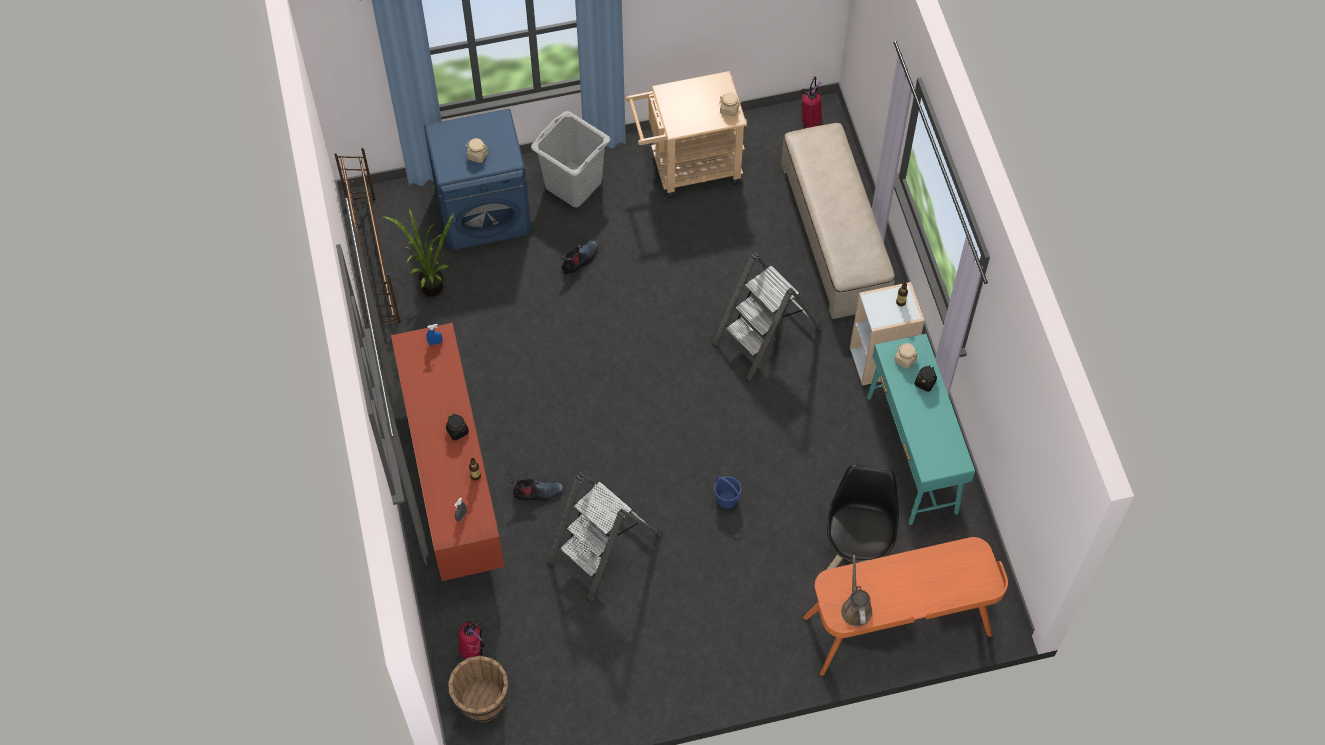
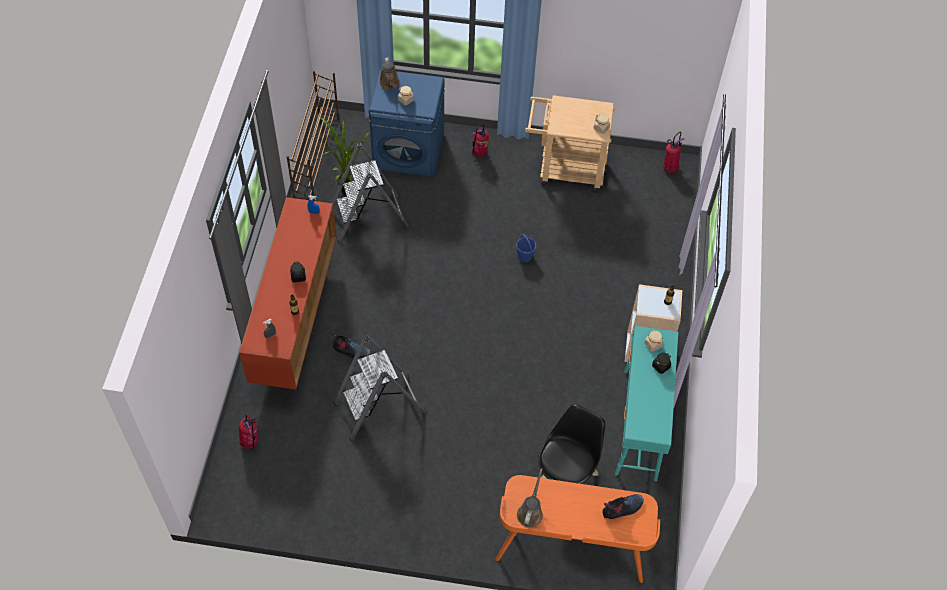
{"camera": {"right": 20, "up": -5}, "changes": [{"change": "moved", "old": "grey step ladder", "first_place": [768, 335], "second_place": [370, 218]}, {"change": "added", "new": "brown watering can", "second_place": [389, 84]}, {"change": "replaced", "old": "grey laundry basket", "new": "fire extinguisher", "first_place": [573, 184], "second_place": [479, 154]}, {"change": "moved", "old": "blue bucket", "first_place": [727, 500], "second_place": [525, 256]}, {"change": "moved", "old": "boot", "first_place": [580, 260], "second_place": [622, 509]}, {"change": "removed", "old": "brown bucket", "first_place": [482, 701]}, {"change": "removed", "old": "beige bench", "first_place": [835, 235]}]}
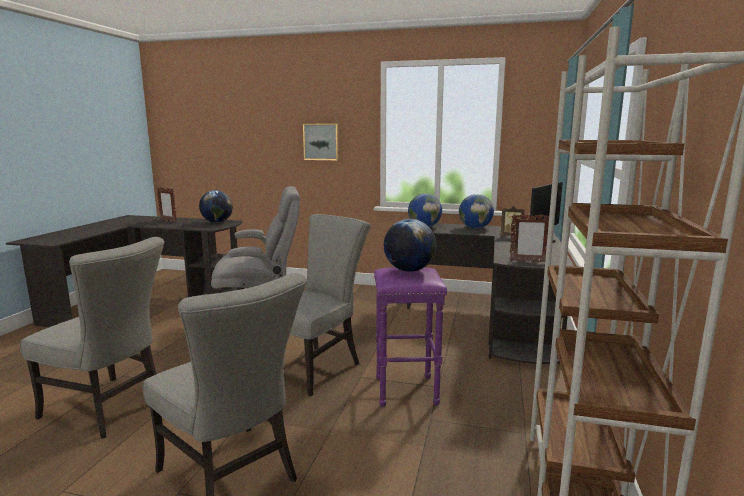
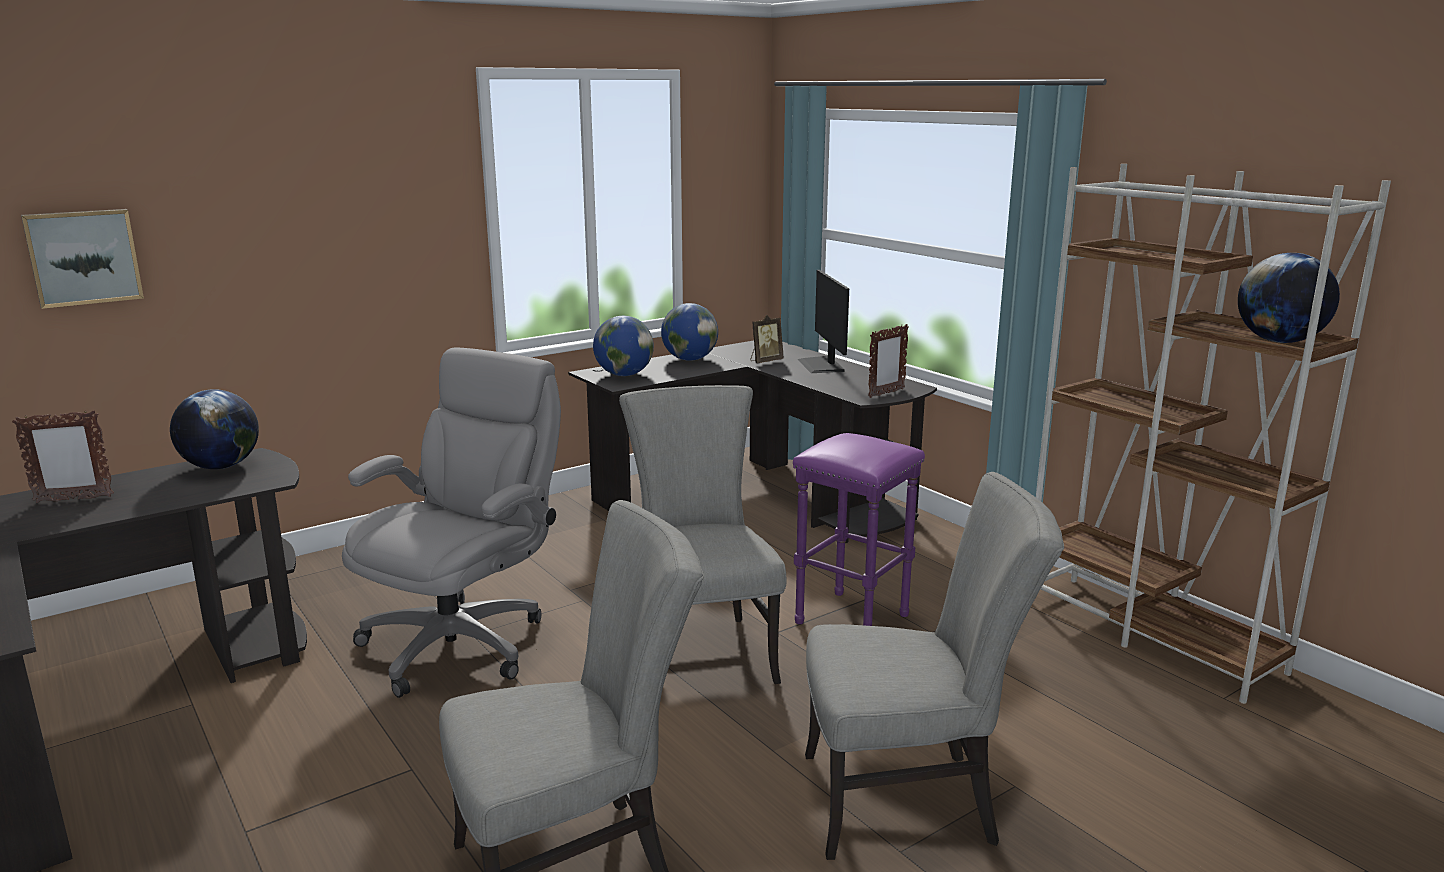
{"camera": {"right": -50, "up": 5}, "changes": [{"change": "moved", "old": "picture", "first_place": [321, 141], "second_place": [83, 257]}, {"change": "moved", "old": "globe", "first_place": [409, 270], "second_place": [1280, 341]}]}
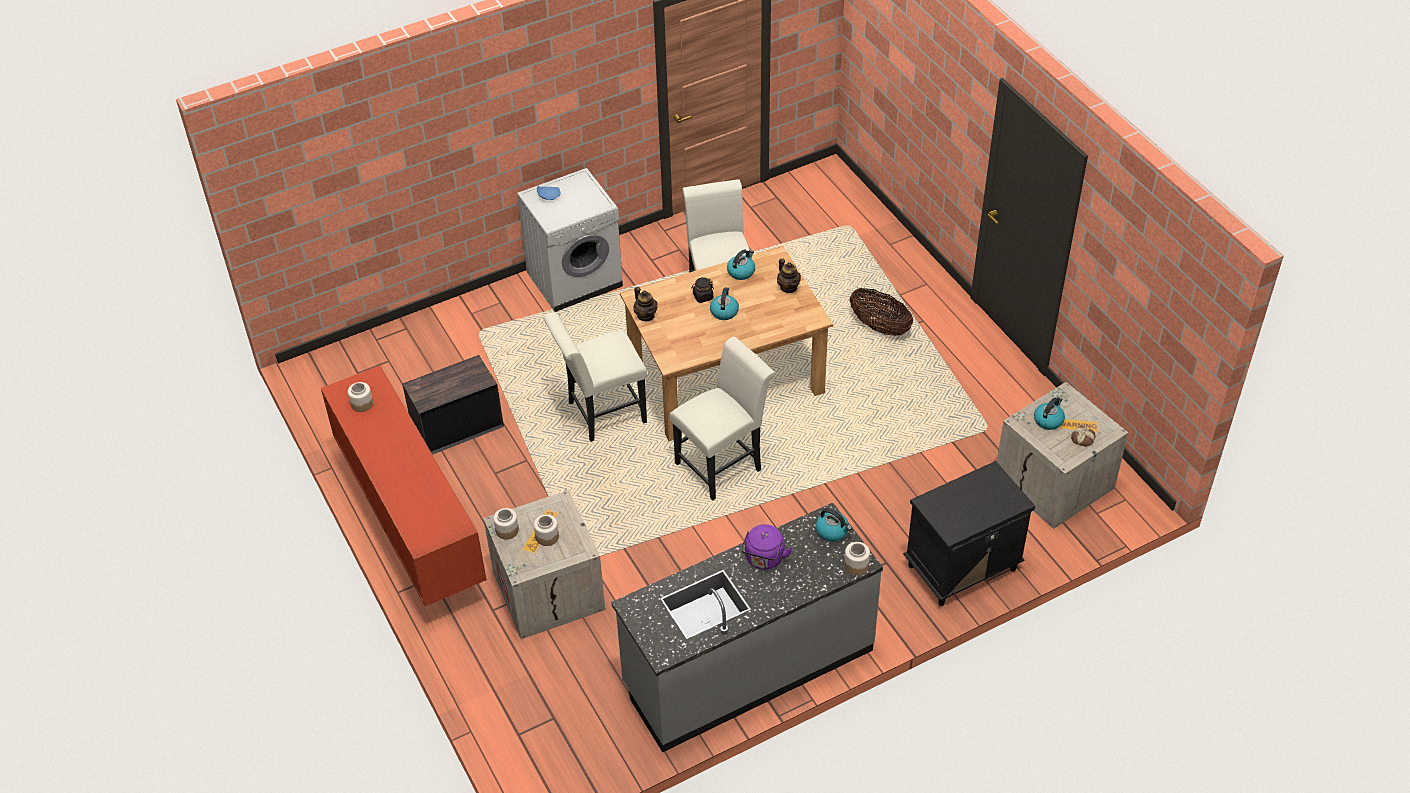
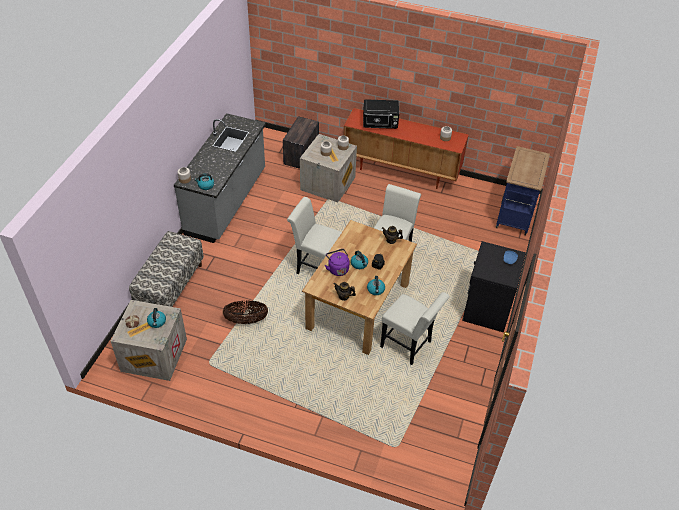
{"camera": {"right": 135, "up": 0}, "changes": [{"change": "replaced", "old": "black nightstand", "new": "bench", "first_place": [961, 568], "second_place": [170, 287]}, {"change": "moved", "old": "basket", "first_place": [879, 327], "second_place": [246, 320]}, {"change": "moved", "old": "crate", "first_place": [458, 425], "second_place": [301, 155]}, {"change": "turned", "old": "white chair", "first_place": [723, 464], "second_place": [316, 267], "degrees": 105}, {"change": "moved", "old": "purple kettle", "first_place": [764, 559], "second_place": [337, 269]}, {"change": "added", "new": "black microwave", "second_place": [380, 123]}, {"change": "recoloured", "old": "white washing machine", "new": "black washing machine", "first_place": [576, 281], "second_place": [486, 308]}, {"change": "added", "new": "blue cart", "second_place": [515, 214]}]}
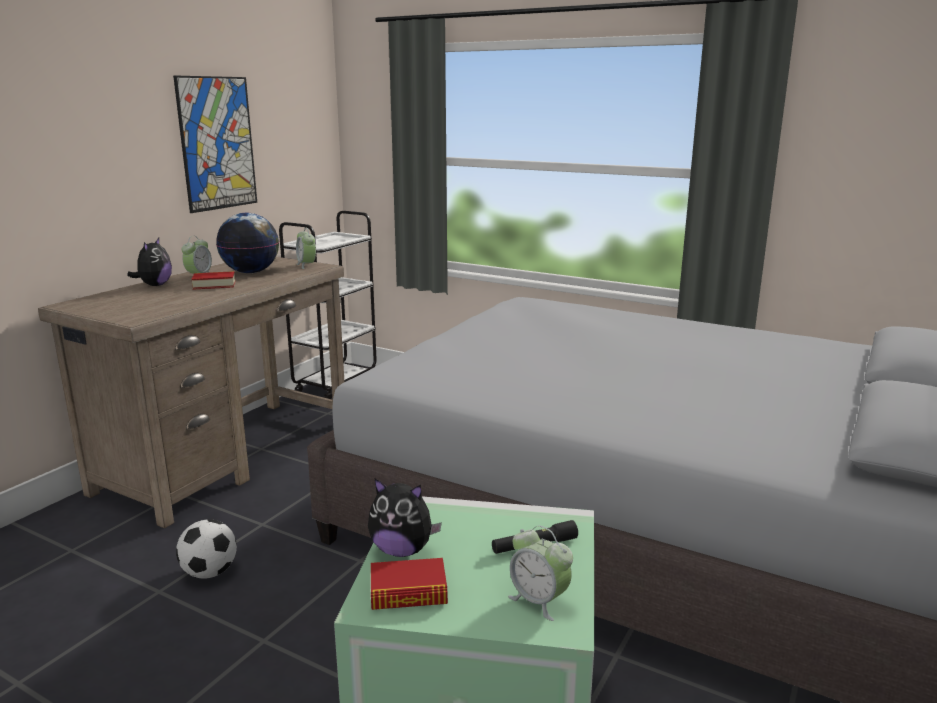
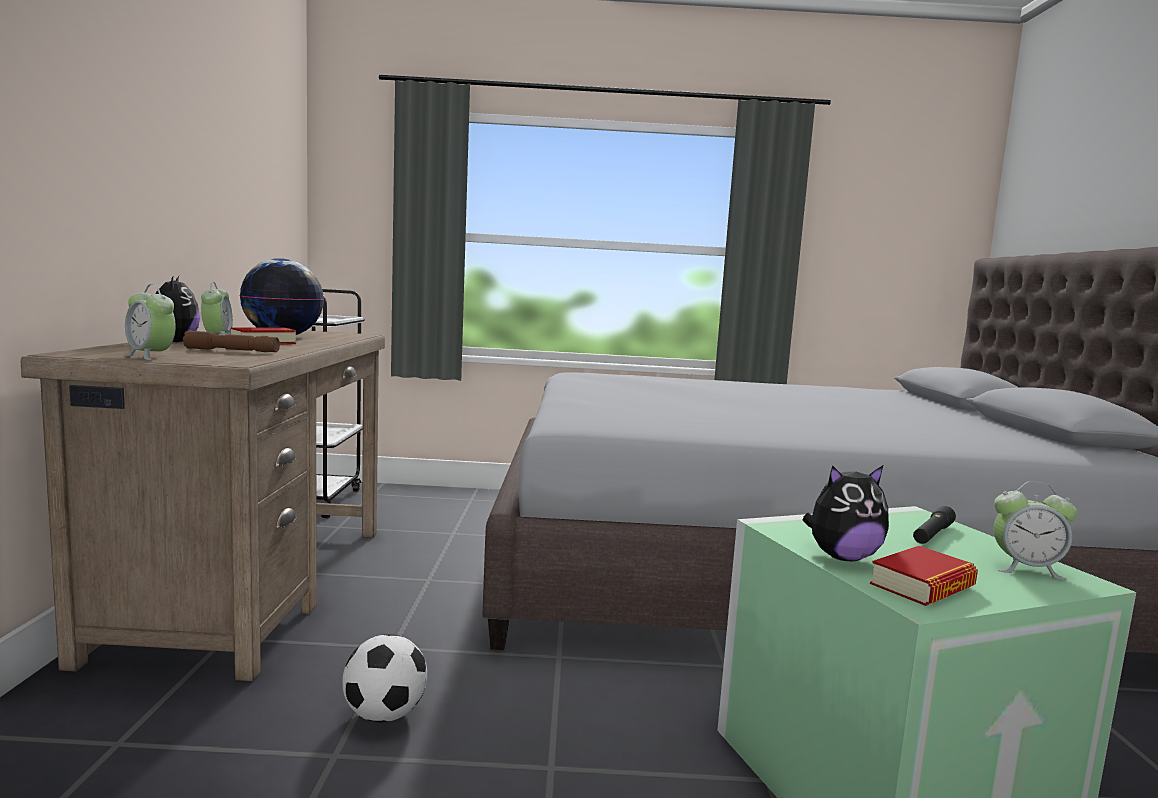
{"camera": {"right": -30, "up": -10}, "changes": [{"change": "moved", "old": "alarm clock", "first_place": [306, 265], "second_place": [151, 356]}, {"change": "added", "new": "brown flashlight", "second_place": [232, 351]}, {"change": "removed", "old": "picture", "first_place": [217, 143]}]}
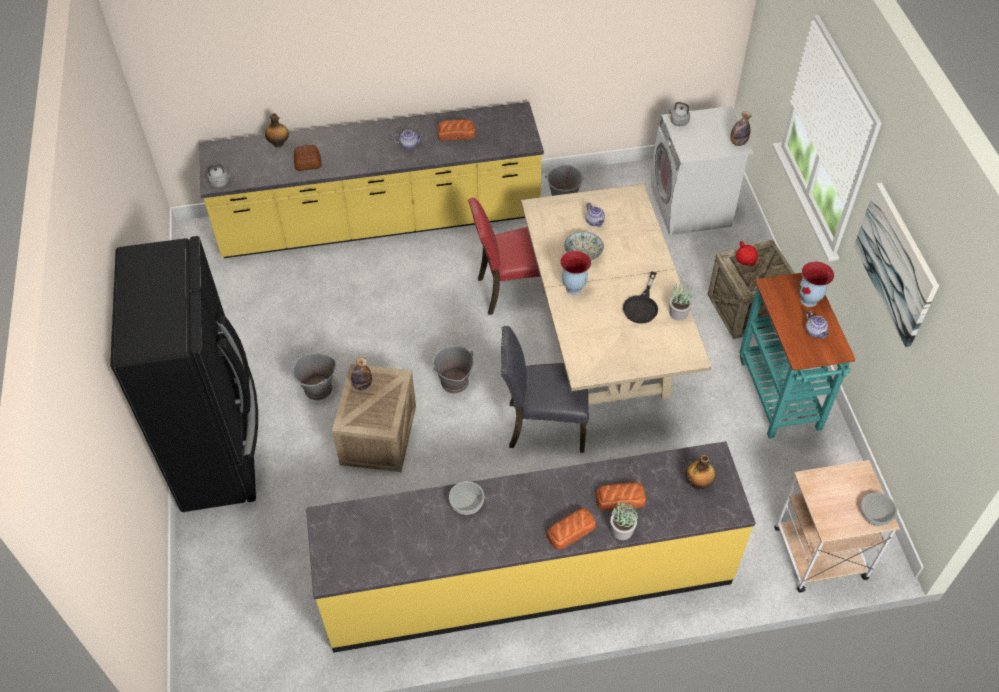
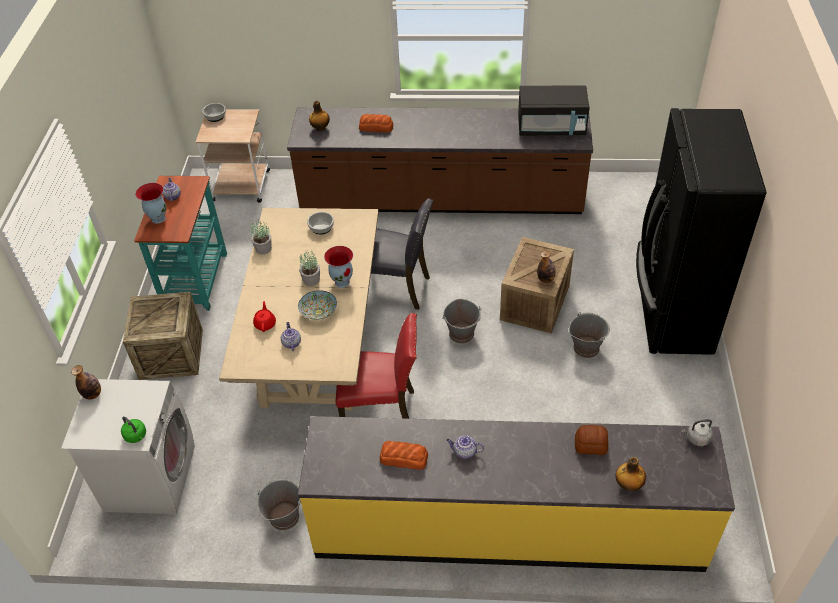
{"camera": {"right": -165, "up": -5}, "changes": [{"change": "recoloured", "old": "grey kettle", "new": "green kettle", "first_place": [678, 121], "second_place": [136, 436]}, {"change": "moved", "old": "red teapot", "first_place": [746, 260], "second_place": [265, 324]}, {"change": "recoloured", "old": "yellow counter", "new": "brown counter", "first_place": [527, 577], "second_place": [441, 200]}, {"change": "moved", "old": "potted plant", "first_place": [621, 530], "second_place": [311, 279]}, {"change": "moved", "old": "bowl", "first_place": [466, 503], "second_place": [321, 227]}, {"change": "added", "new": "black microwave", "second_place": [551, 128]}, {"change": "removed", "old": "bread", "first_place": [570, 531]}, {"change": "removed", "old": "black frying pan", "first_place": [642, 305]}, {"change": "removed", "old": "picture", "first_place": [896, 264]}]}
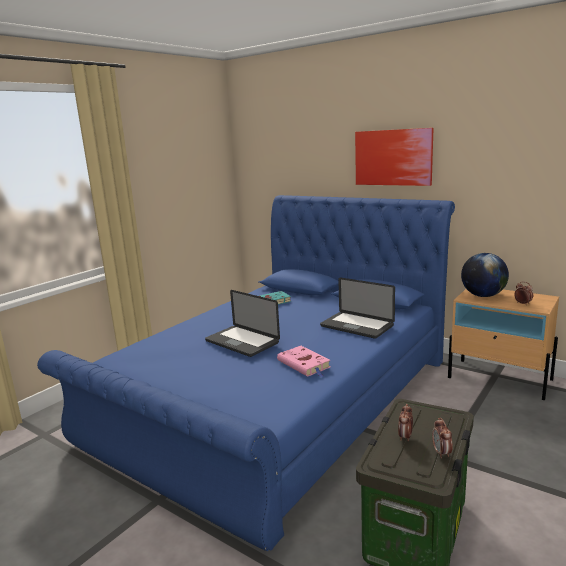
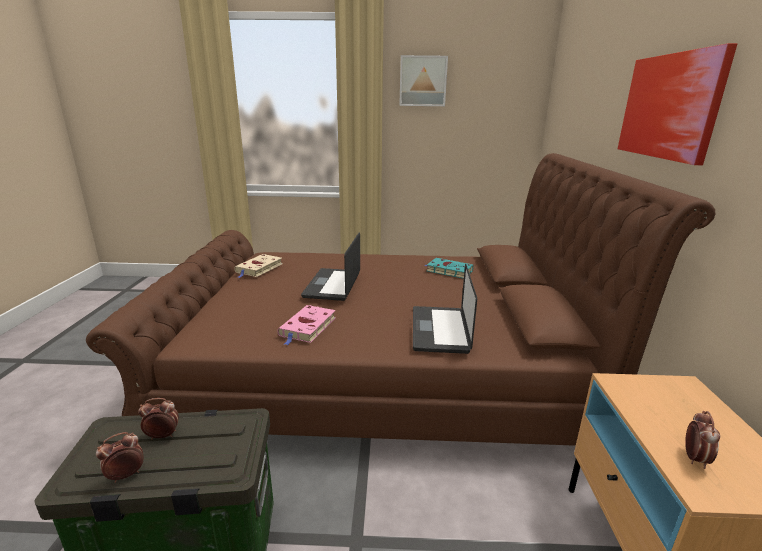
{"camera": {"right": 55, "up": 5}, "changes": [{"change": "recoloured", "old": "blue bed", "new": "brown bed", "first_place": [279, 398], "second_place": [378, 365]}, {"change": "added", "new": "beige book", "second_place": [258, 268]}, {"change": "added", "new": "picture", "second_place": [422, 81]}, {"change": "removed", "old": "globe", "first_place": [483, 296]}]}
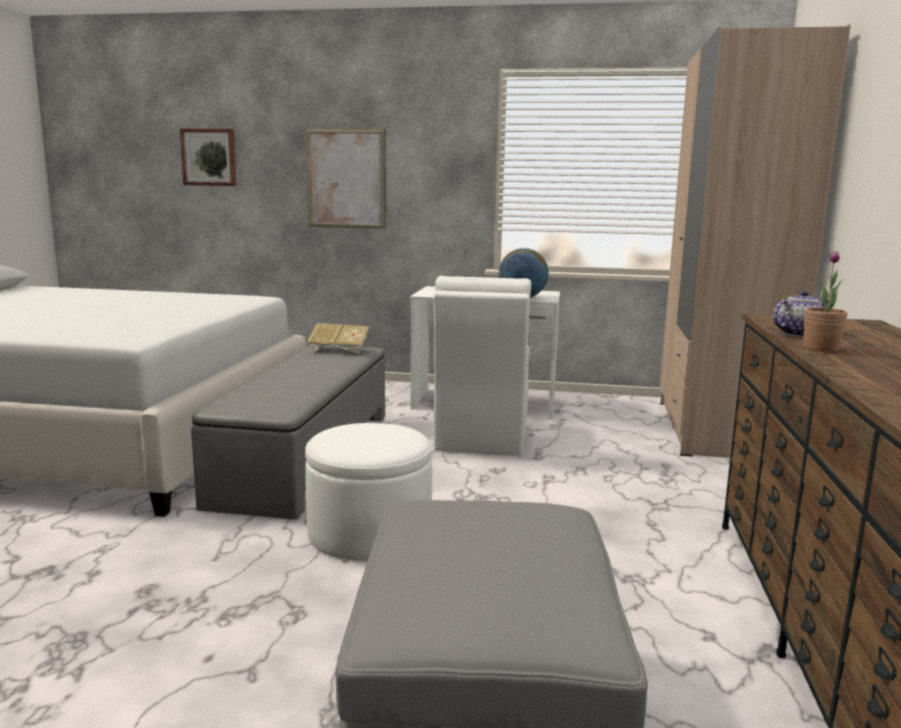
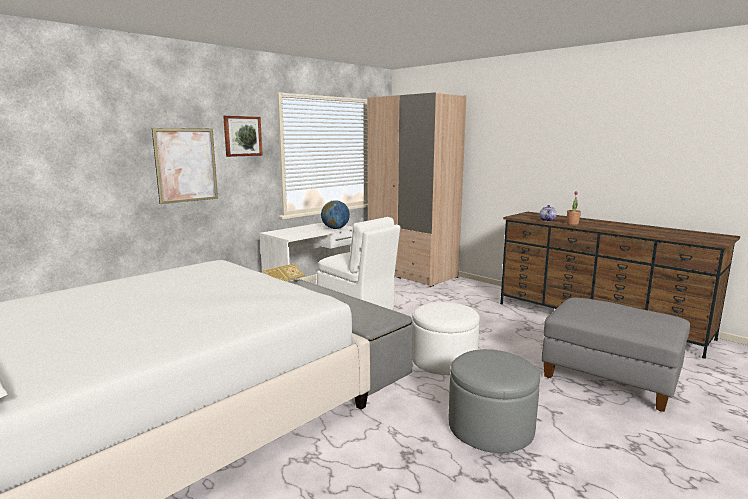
{"camera": {"right": -55, "up": 0}, "changes": [{"change": "moved", "old": "picture", "first_place": [209, 157], "second_place": [242, 136]}, {"change": "added", "new": "grey ottoman", "second_place": [490, 427]}]}
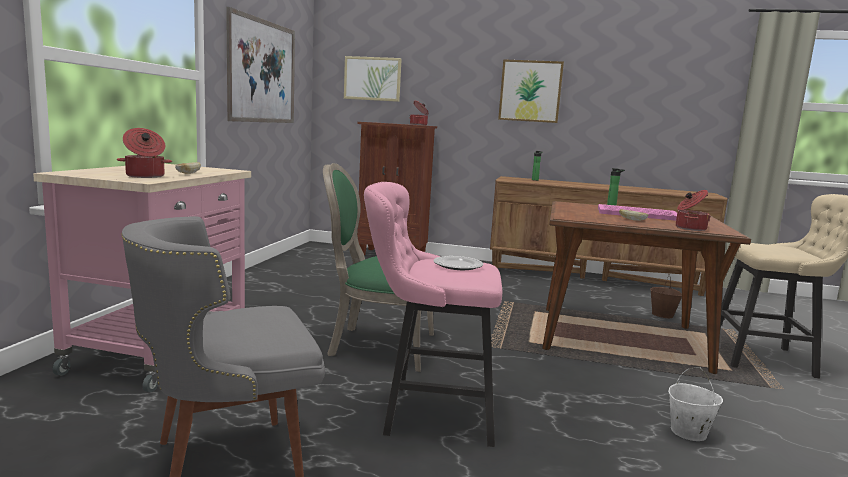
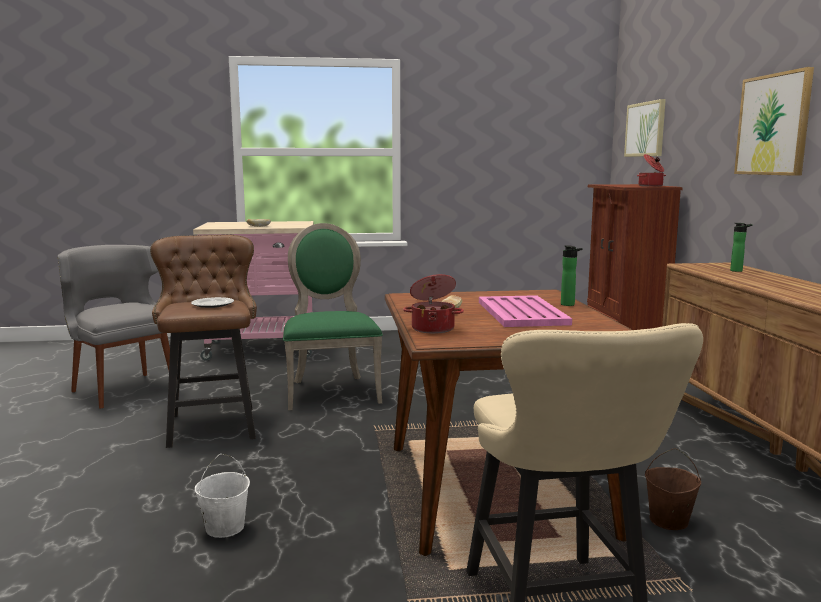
{"camera": {"right": 70, "up": 0}, "changes": [{"change": "recoloured", "old": "pink stool", "new": "brown stool", "first_place": [424, 412], "second_place": [212, 421]}, {"change": "removed", "old": "cooking pot", "first_place": [145, 176]}, {"change": "removed", "old": "picture", "first_place": [263, 72]}]}
